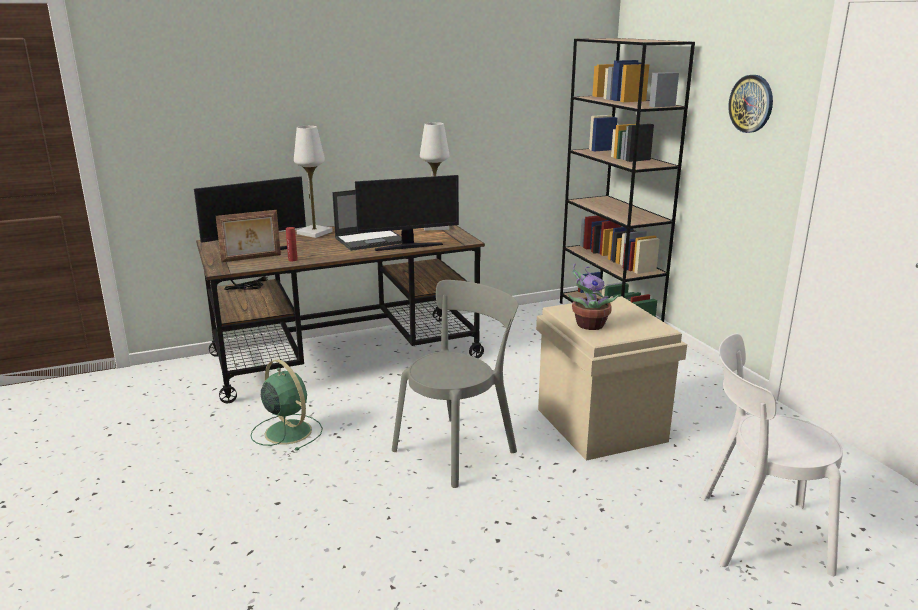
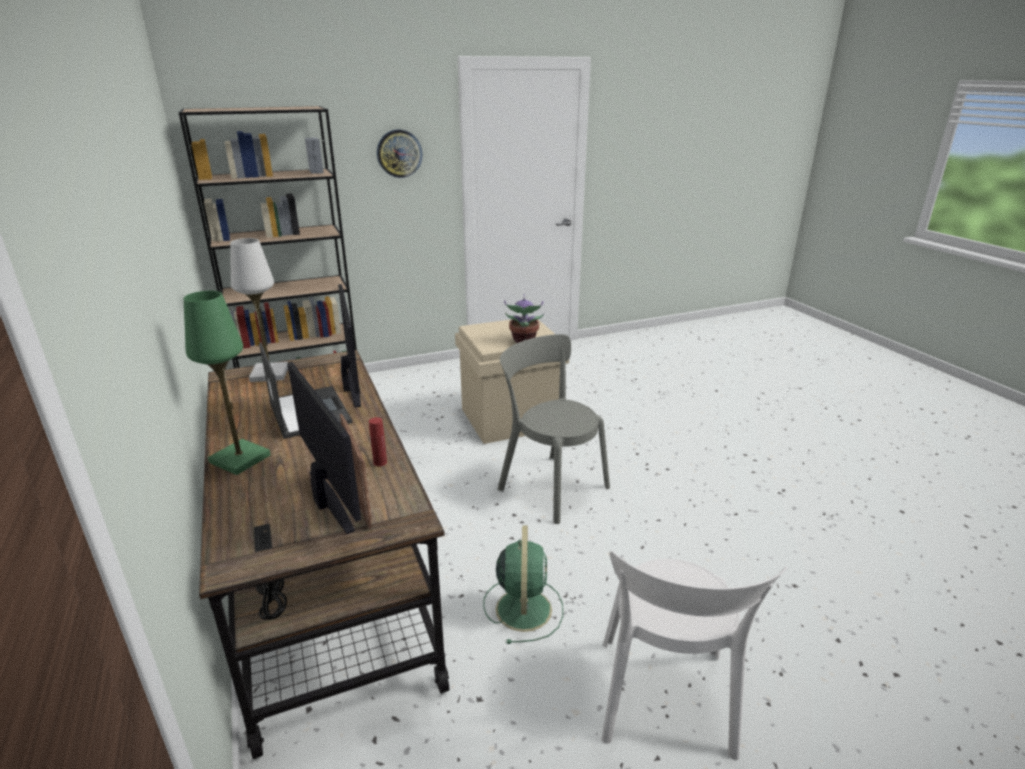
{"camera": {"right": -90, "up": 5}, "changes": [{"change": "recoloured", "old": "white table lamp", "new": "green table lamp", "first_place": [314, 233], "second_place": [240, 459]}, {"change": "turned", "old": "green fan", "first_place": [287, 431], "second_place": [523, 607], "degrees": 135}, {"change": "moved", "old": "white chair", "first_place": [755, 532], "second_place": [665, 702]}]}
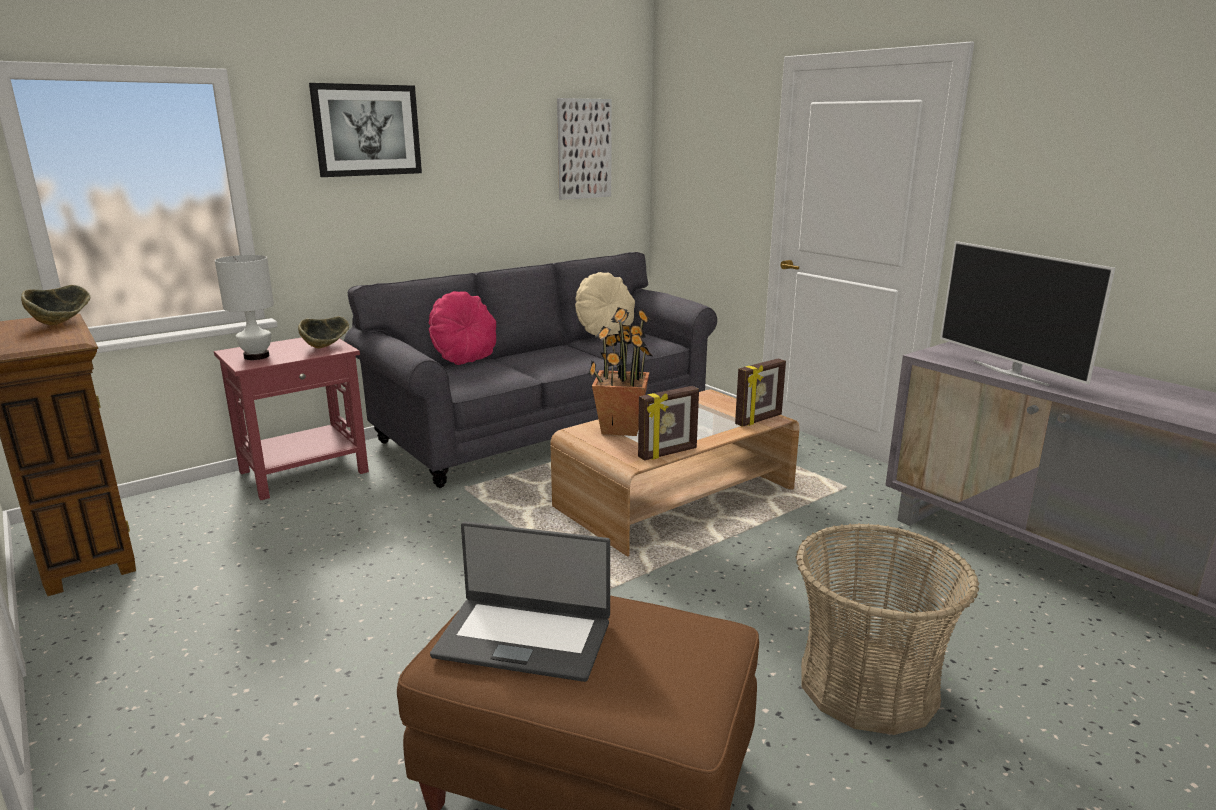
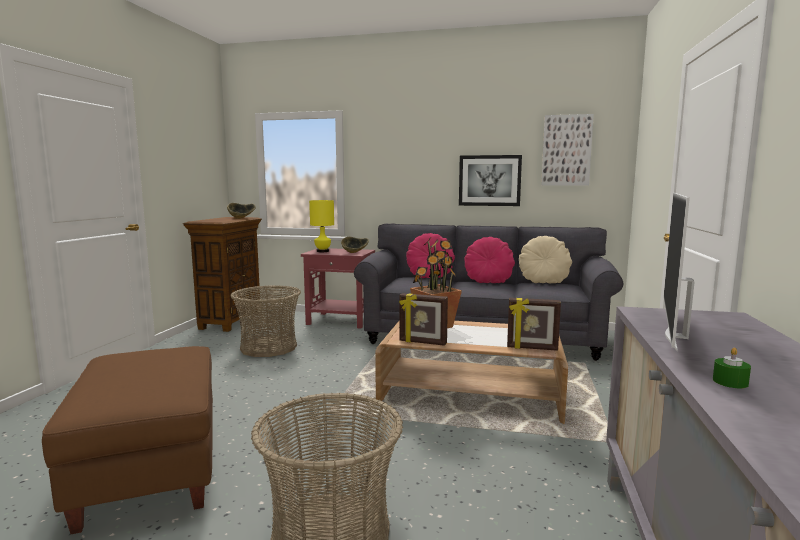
{"camera": {"right": 50, "up": -10}, "changes": [{"change": "added", "new": "basket", "second_place": [269, 347]}, {"change": "recoloured", "old": "white table lamp", "new": "yellow table lamp", "first_place": [256, 356], "second_place": [322, 251]}, {"change": "moved", "old": "picture", "first_place": [367, 130], "second_place": [489, 180]}, {"change": "added", "new": "pink pillow", "second_place": [488, 282]}, {"change": "added", "new": "green candle", "second_place": [730, 382]}, {"change": "removed", "old": "laptop", "first_place": [524, 637]}]}
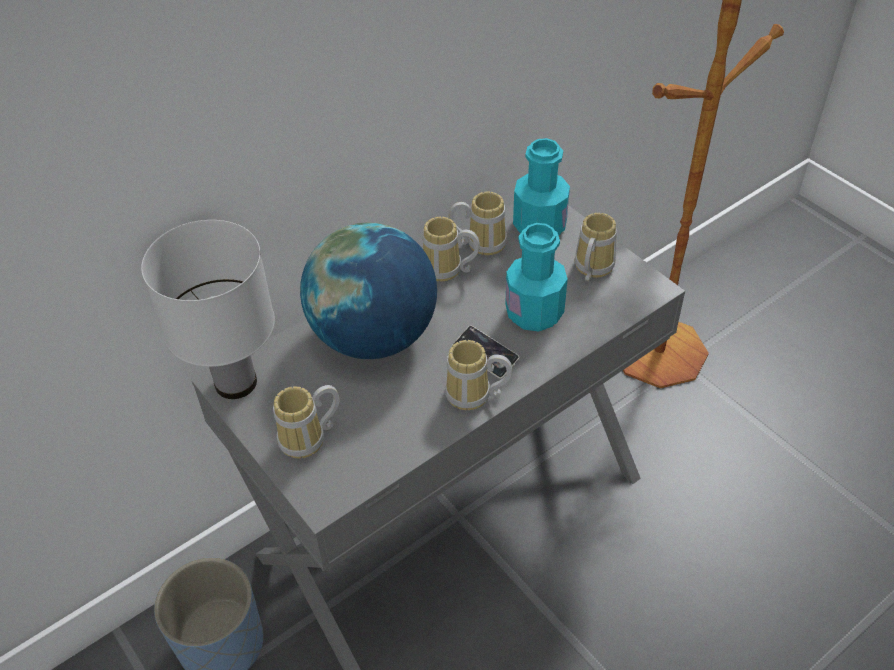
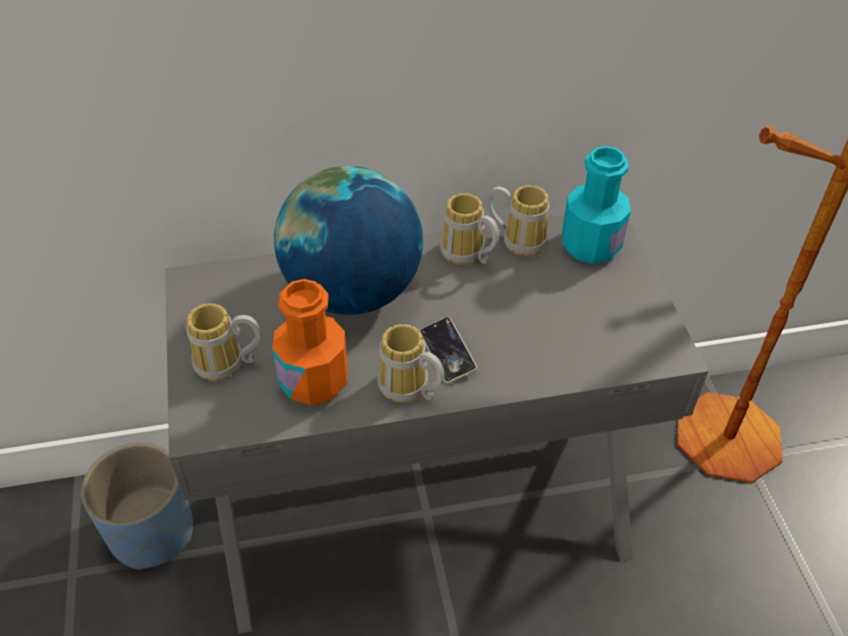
{"camera": {"right": 25, "up": 0}, "changes": [{"change": "added", "new": "orange bottle", "second_place": [314, 381]}, {"change": "removed", "old": "white table lamp", "first_place": [235, 382]}, {"change": "removed", "old": "turquoise bottle", "first_place": [534, 313]}, {"change": "removed", "old": "mug", "first_place": [590, 268]}]}
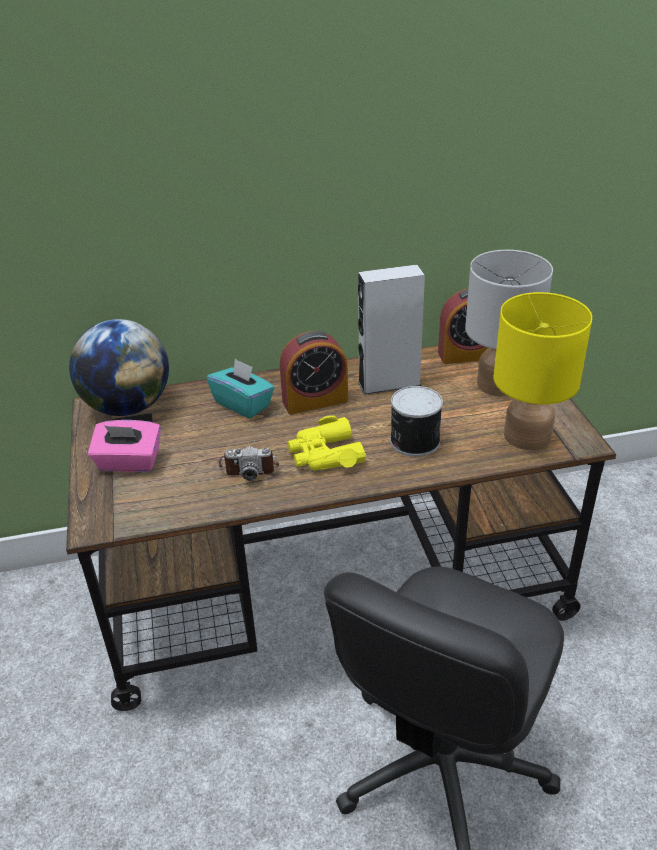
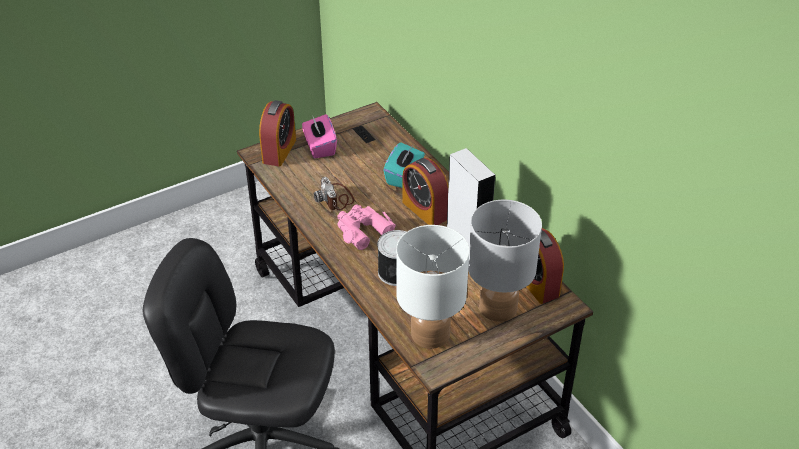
{"camera": {"right": 70, "up": 5}, "changes": [{"change": "added", "new": "alarm clock", "second_place": [279, 151]}, {"change": "recoloured", "old": "yellow binoculars", "new": "pink binoculars", "first_place": [325, 454], "second_place": [362, 230]}, {"change": "recoloured", "old": "yellow table lamp", "new": "white table lamp", "first_place": [528, 436], "second_place": [431, 334]}, {"change": "removed", "old": "globe", "first_place": [127, 407]}]}
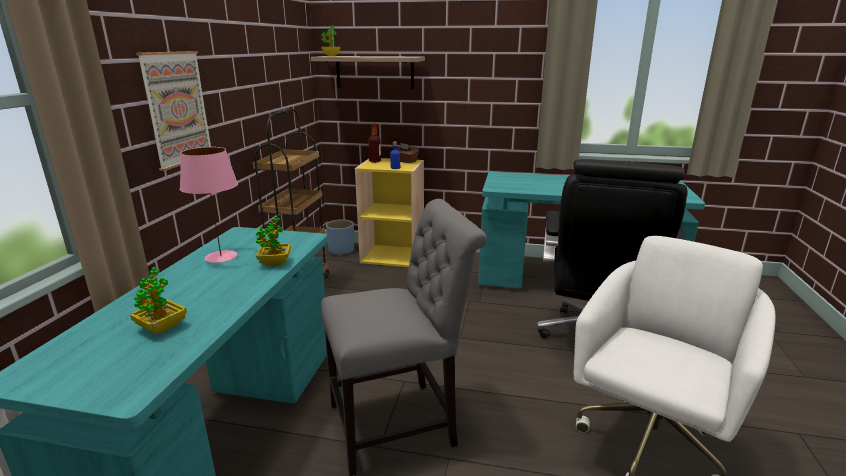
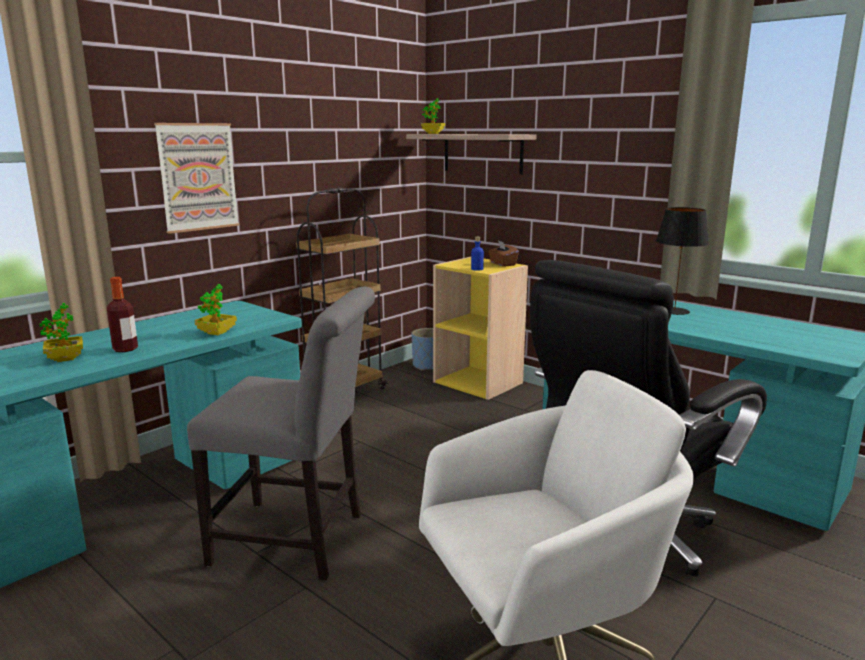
{"camera": {"right": 30, "up": -5}, "changes": [{"change": "moved", "old": "bottle", "first_place": [375, 161], "second_place": [125, 349]}, {"change": "added", "new": "black table lamp", "second_place": [674, 311]}, {"change": "removed", "old": "pink table lamp", "first_place": [220, 256]}]}
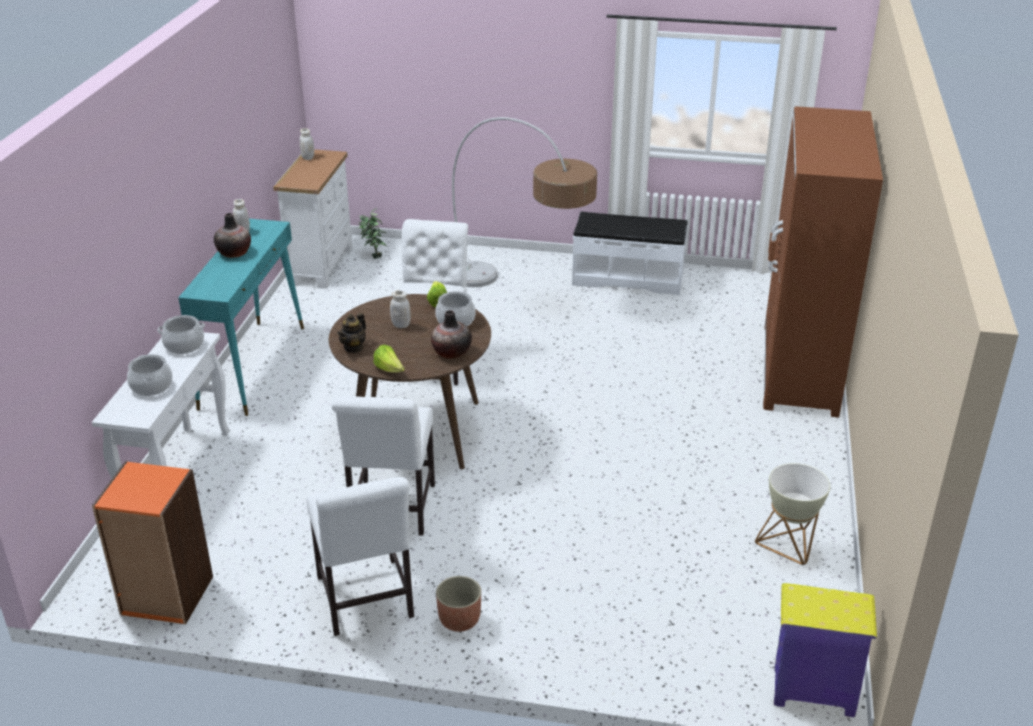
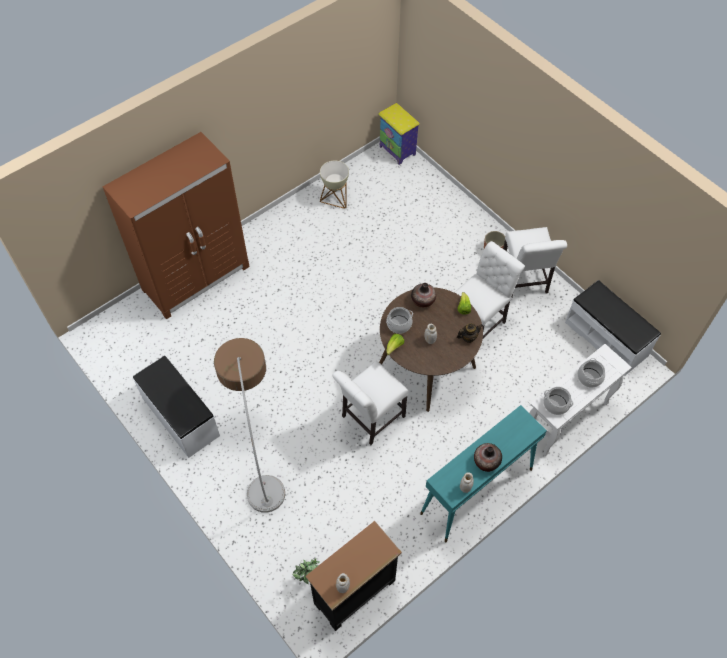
{"camera": {"right": -140, "up": 25}, "changes": [{"change": "recoloured", "old": "white dresser", "new": "black dresser", "first_place": [322, 266], "second_place": [354, 592]}, {"change": "turned", "old": "white chair", "first_place": [365, 602], "second_place": [524, 281], "degrees": 150}, {"change": "replaced", "old": "orange bookcase", "new": "white bench", "first_place": [166, 596], "second_place": [606, 338]}]}
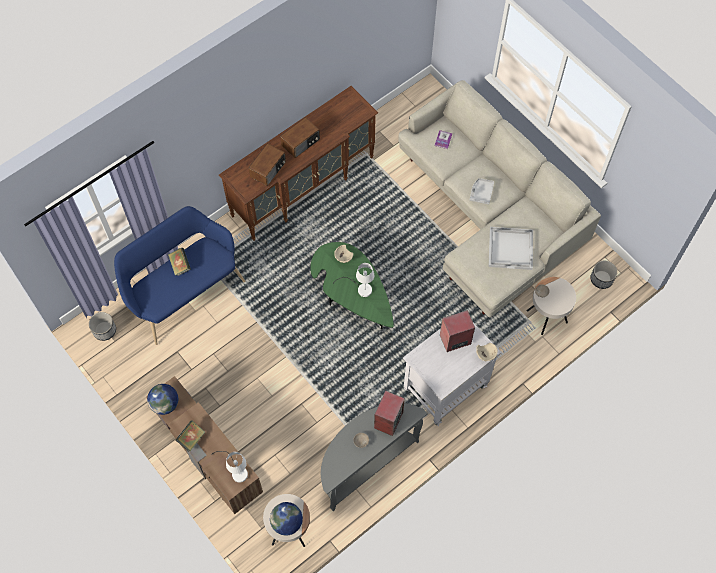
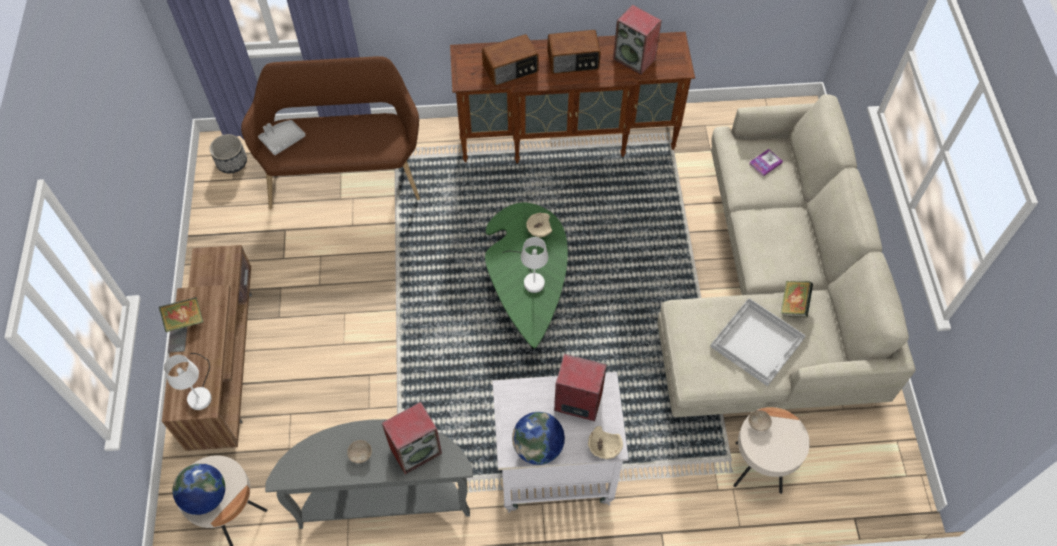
{"camera": {"right": 35, "up": -5}, "changes": [{"change": "recoloured", "old": "blue bench", "new": "brown bench", "first_place": [184, 292], "second_place": [345, 172]}, {"change": "moved", "old": "grey tray", "first_place": [481, 193], "second_place": [282, 140]}, {"change": "moved", "old": "globe", "first_place": [165, 404], "second_place": [538, 447]}, {"change": "added", "new": "speaker", "second_place": [635, 59]}, {"change": "moved", "old": "book", "first_place": [180, 265], "second_place": [793, 304]}, {"change": "removed", "old": "planter", "first_place": [601, 279]}]}
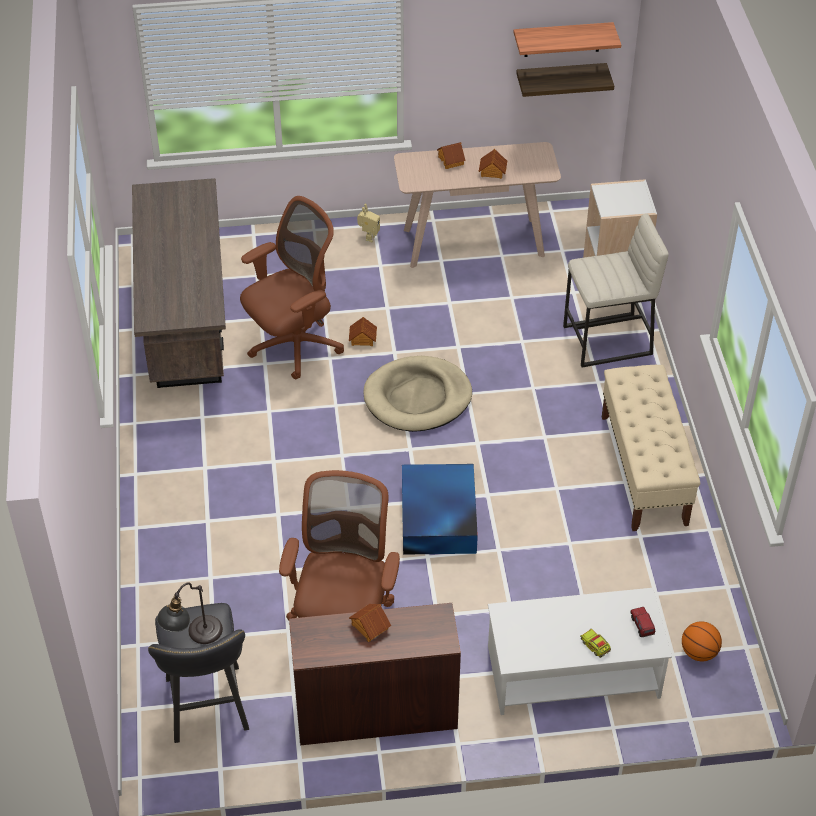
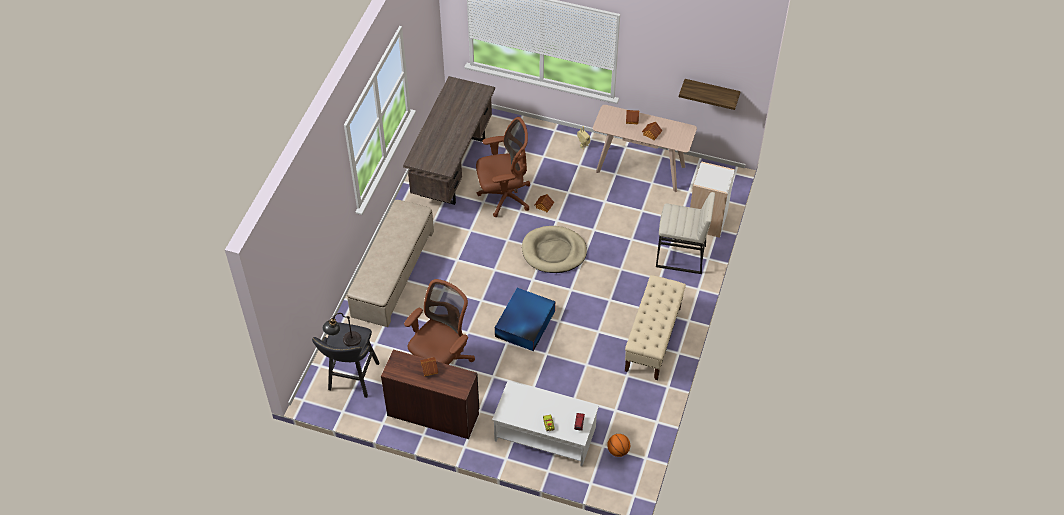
{"camera": {"right": 25, "up": 5}, "changes": [{"change": "added", "new": "beige bench", "second_place": [393, 272]}, {"change": "removed", "old": "shelf", "first_place": [562, 39]}]}
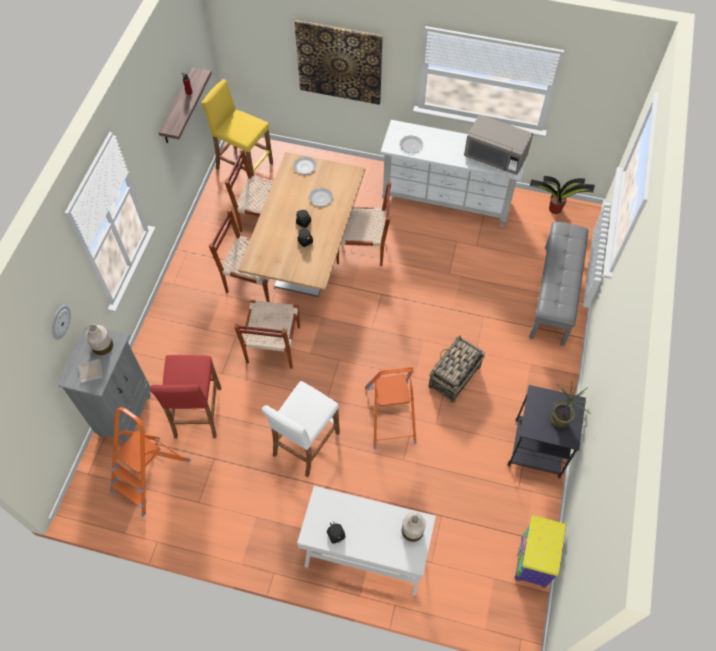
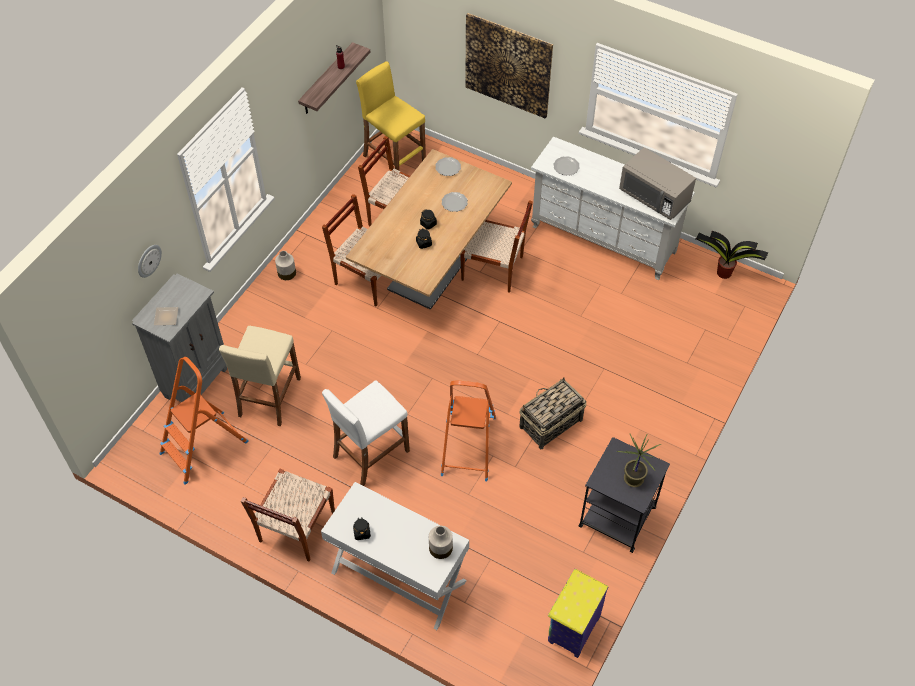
{"camera": {"right": 15, "up": -5}, "changes": [{"change": "recoloured", "old": "red stool", "new": "beige stool", "first_place": [197, 412], "second_place": [269, 397]}, {"change": "moved", "old": "chair", "first_place": [273, 346], "second_place": [296, 529]}, {"change": "moved", "old": "beige vase", "first_place": [102, 346], "second_place": [287, 273]}, {"change": "removed", "old": "grey bench", "first_place": [554, 294]}]}
